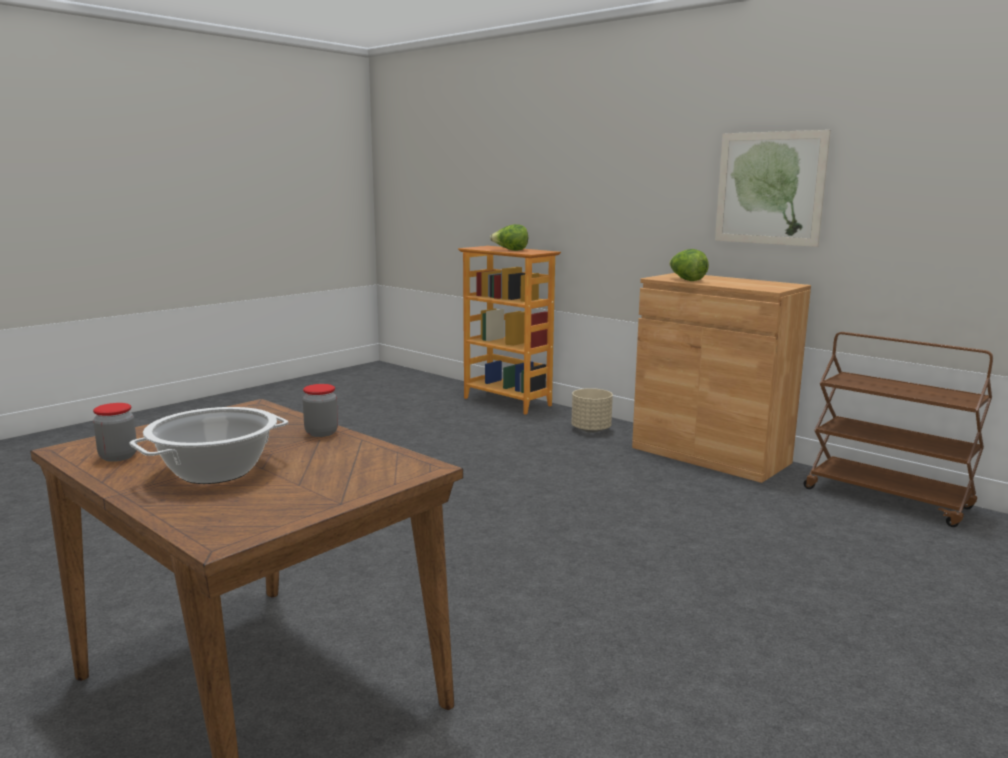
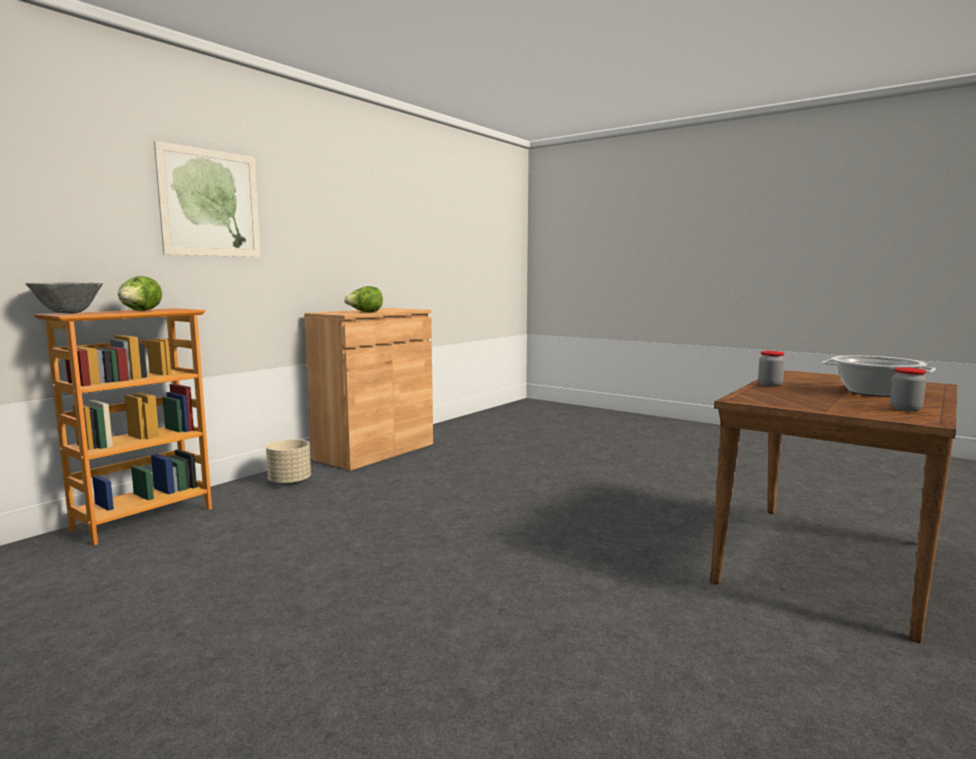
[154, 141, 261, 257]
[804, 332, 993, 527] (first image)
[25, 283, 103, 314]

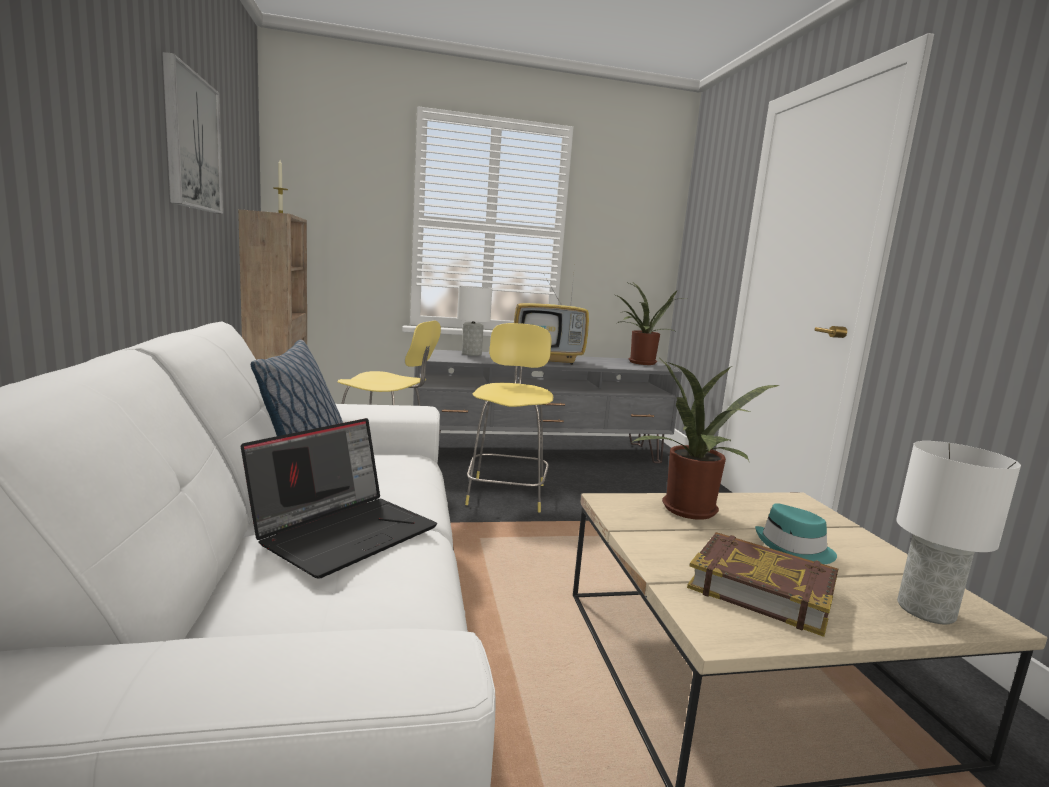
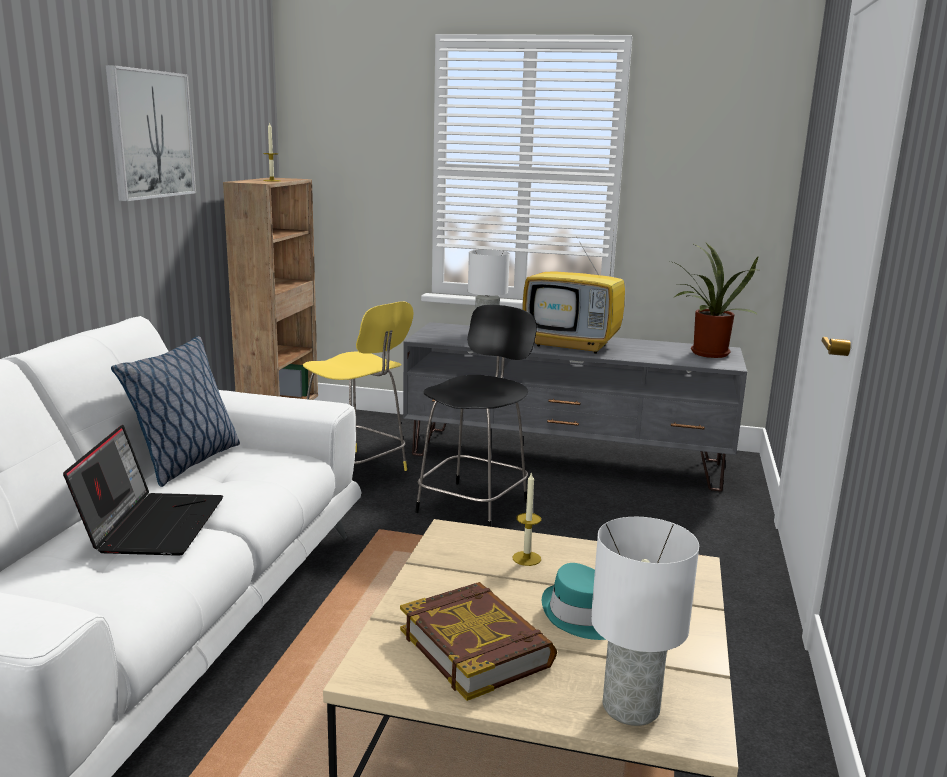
[415, 305, 537, 527]
[513, 472, 541, 566]
[63, 425, 223, 556]

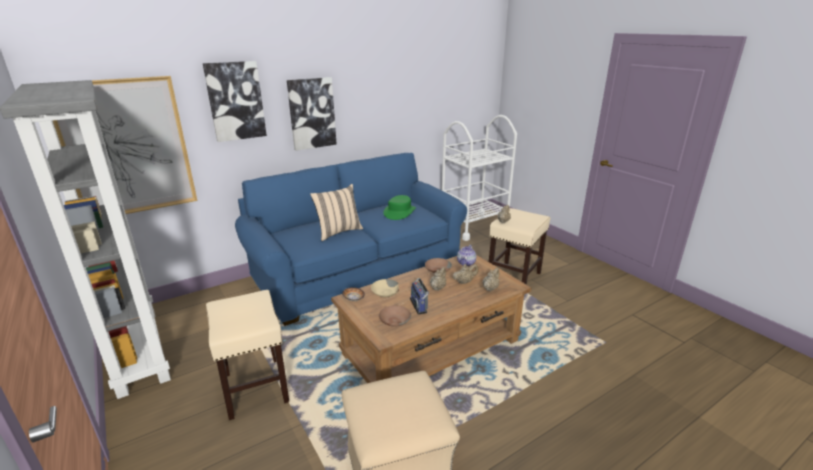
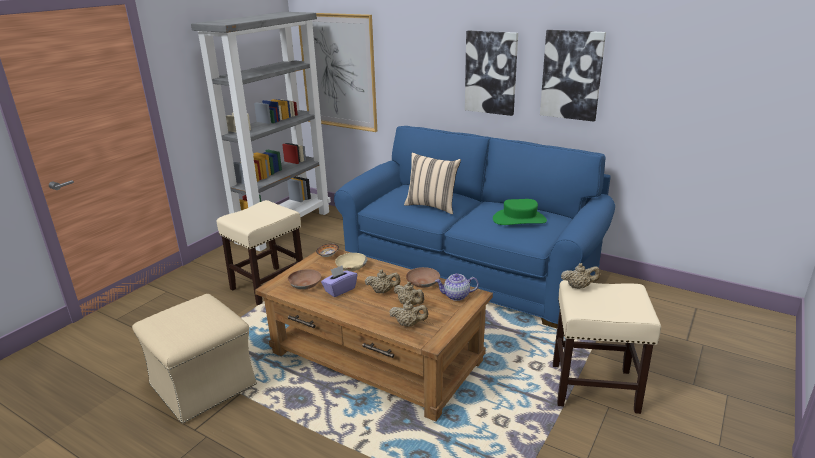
[540, 30, 606, 122]
[442, 115, 517, 241] (first image)
[321, 266, 357, 297]

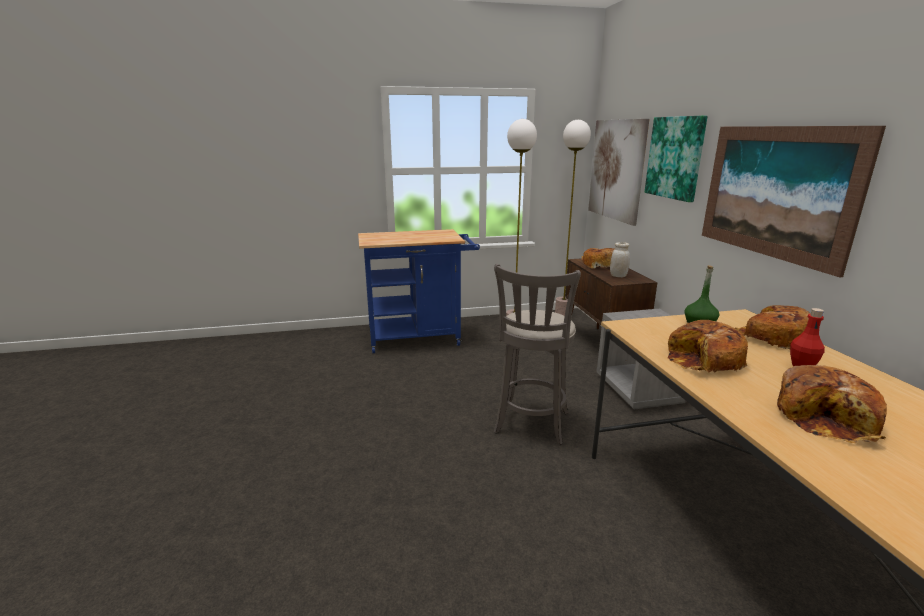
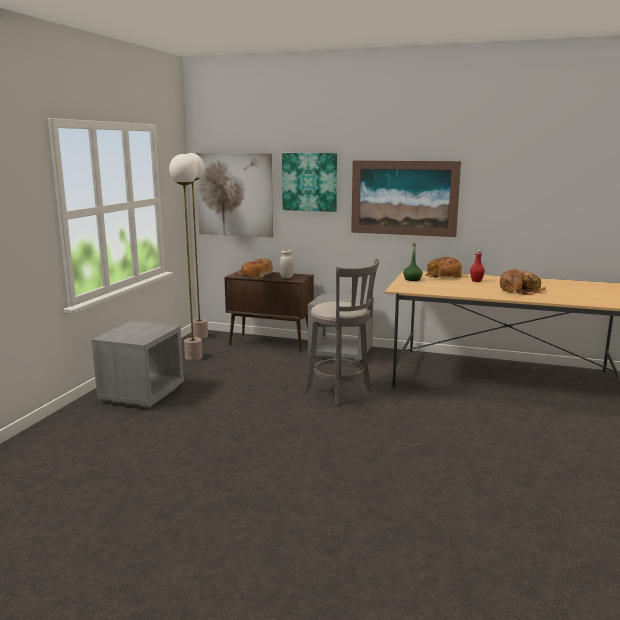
[92, 321, 184, 408]
[668, 320, 748, 372] (first image)

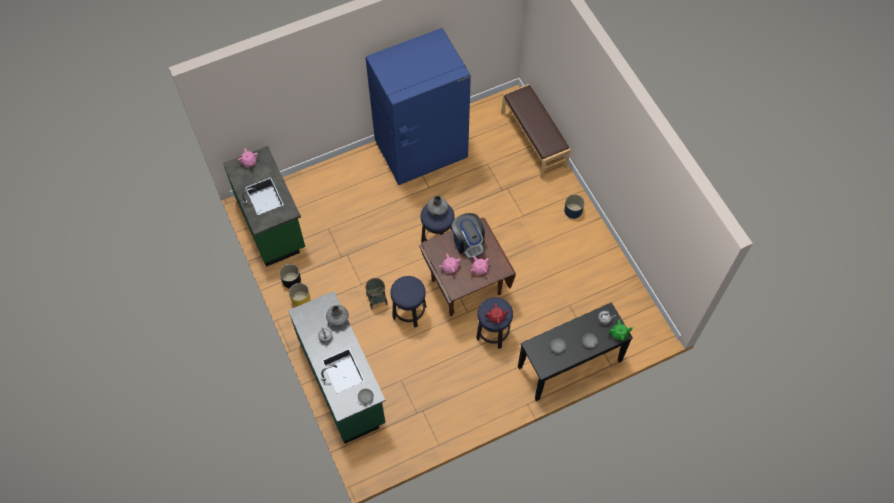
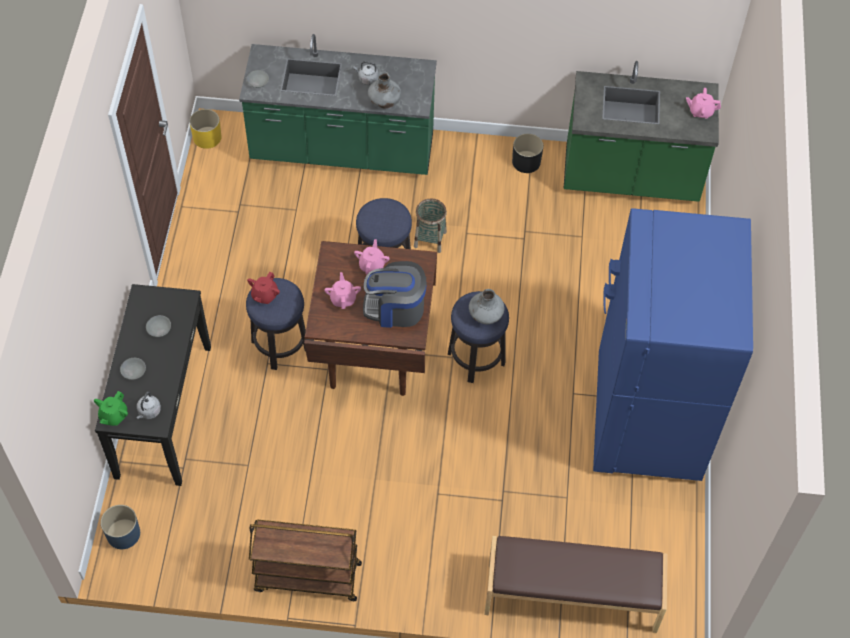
[101, 505, 140, 549]
[189, 109, 222, 149]
[249, 519, 362, 601]

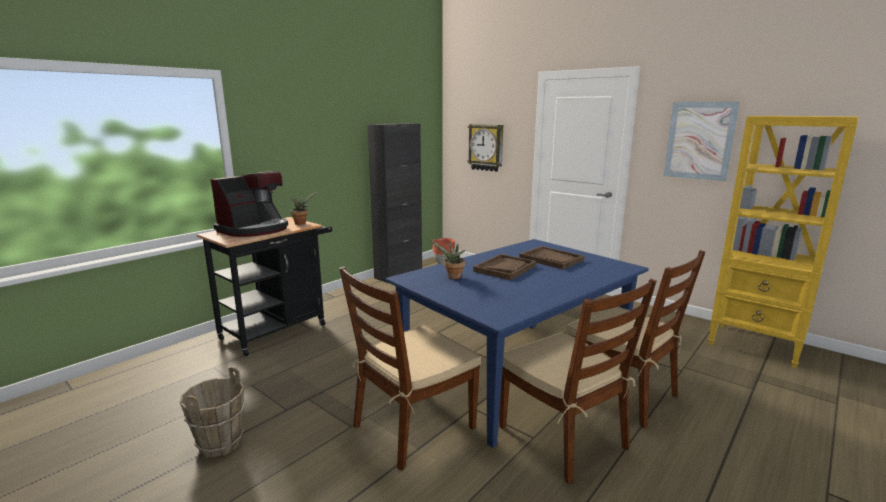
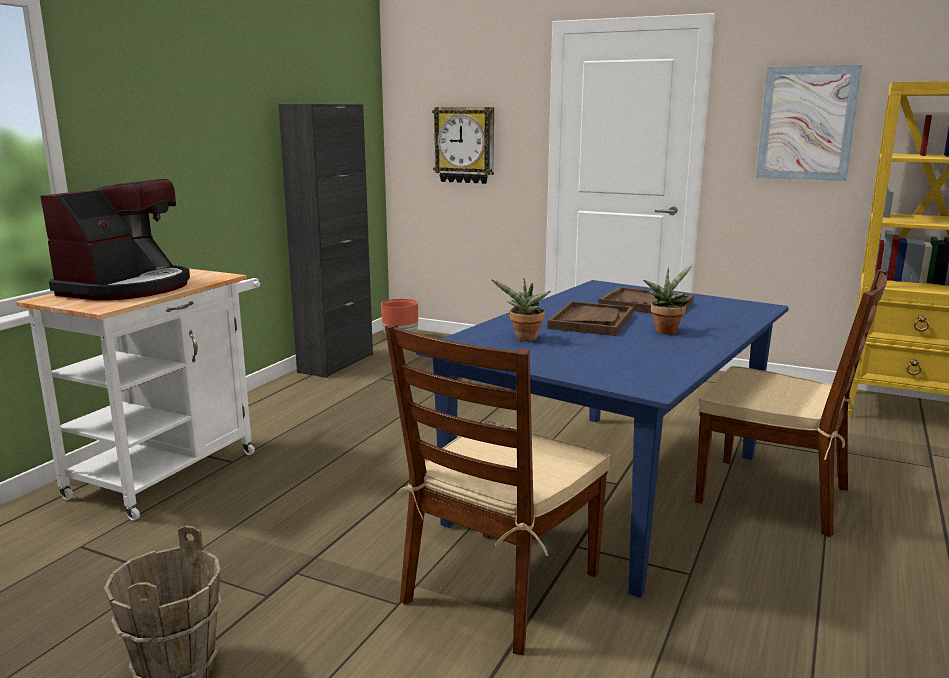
[643, 265, 692, 334]
[16, 268, 260, 521]
[499, 279, 657, 484] (first image)

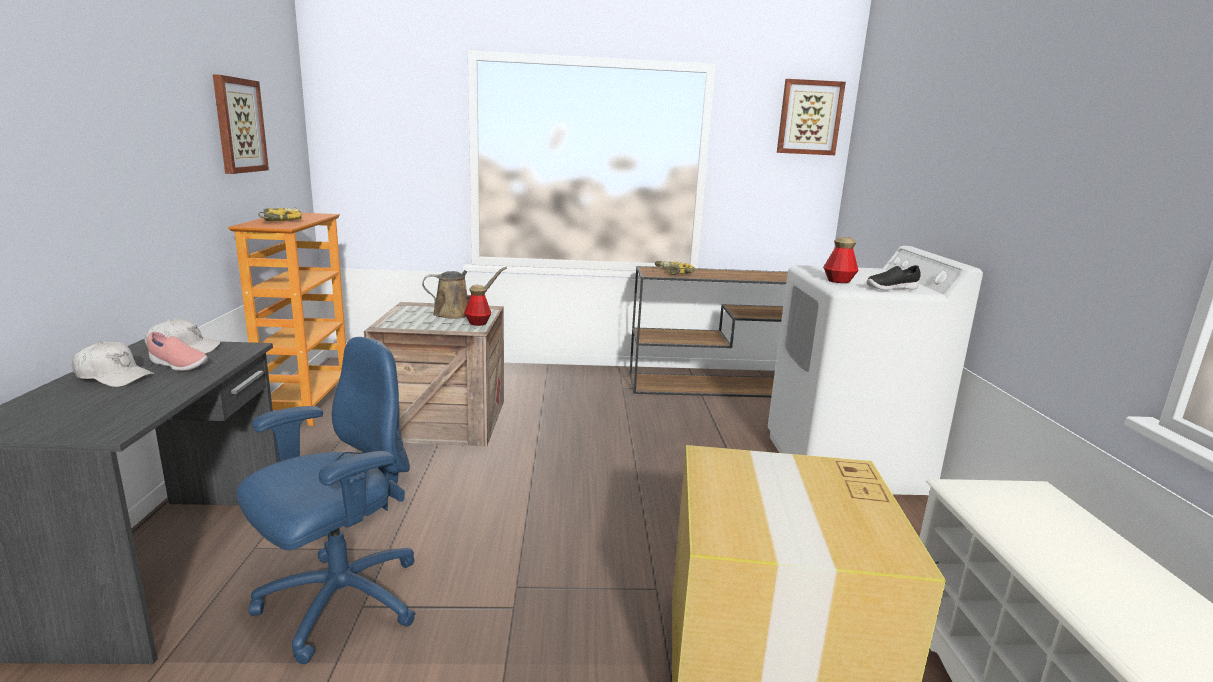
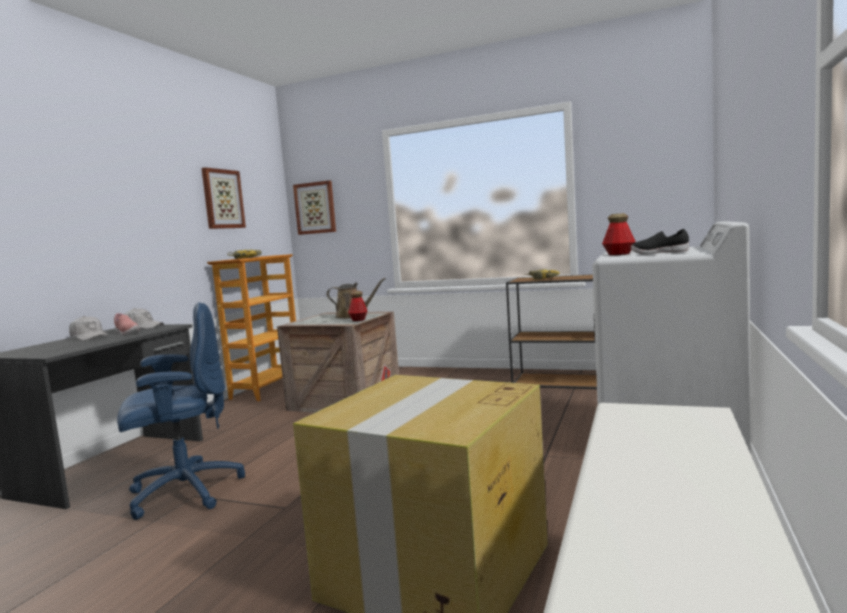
[293, 180, 336, 235]

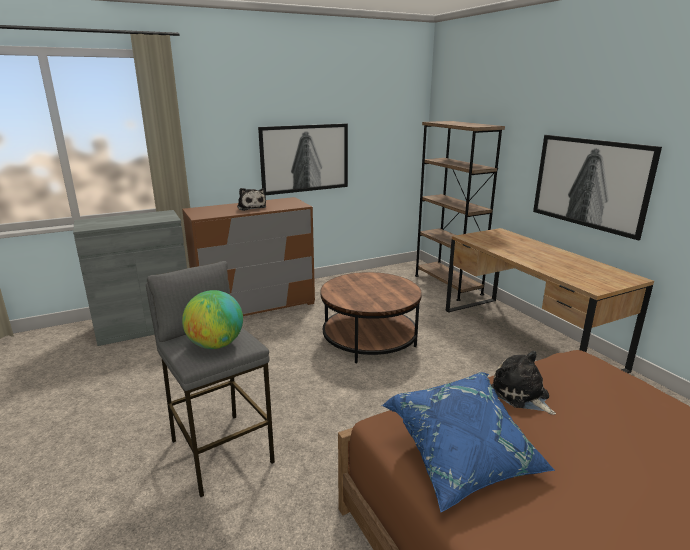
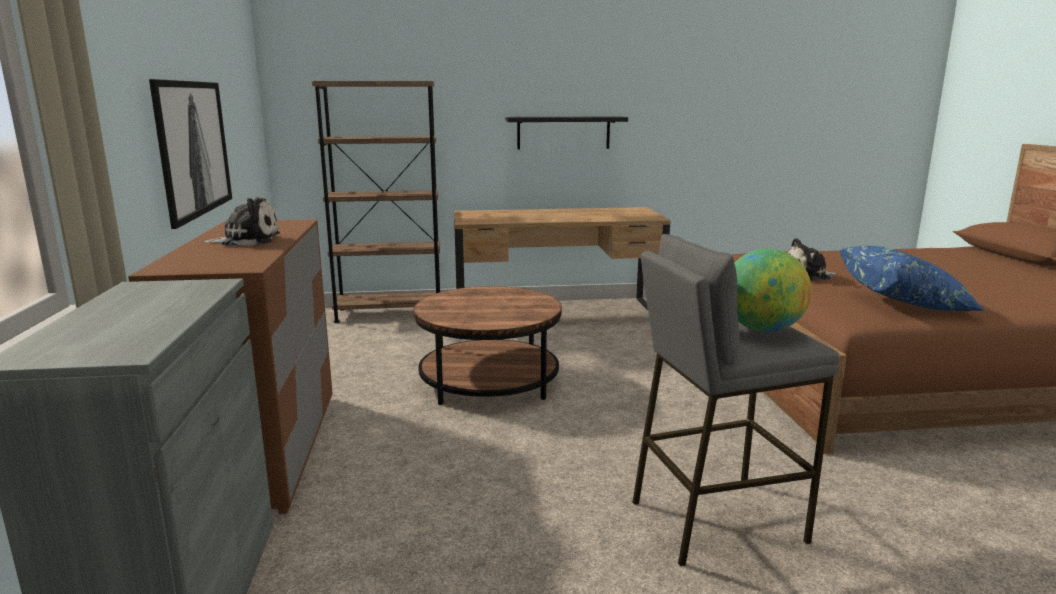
[505, 116, 628, 149]

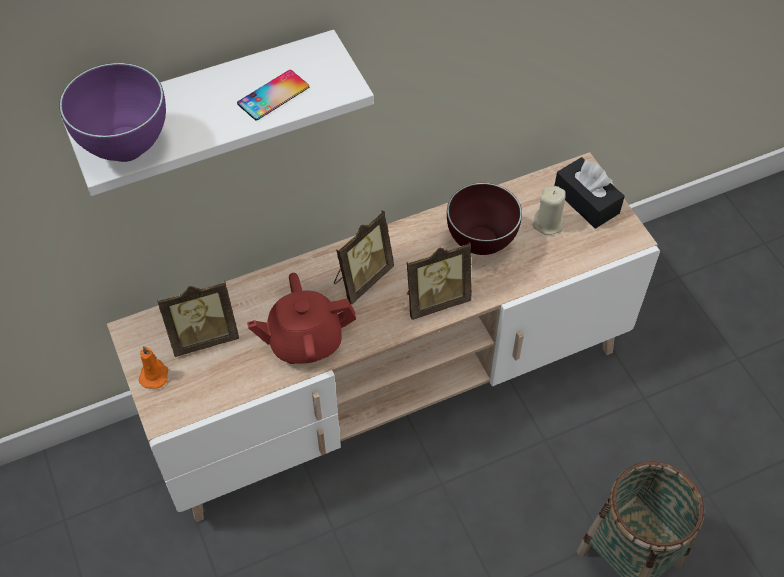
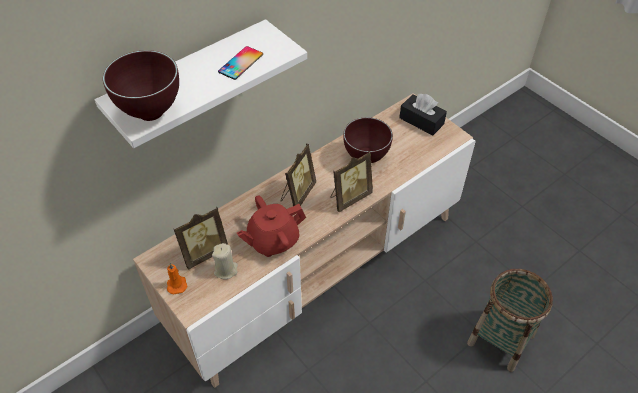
[103, 50, 179, 121]
[212, 243, 238, 279]

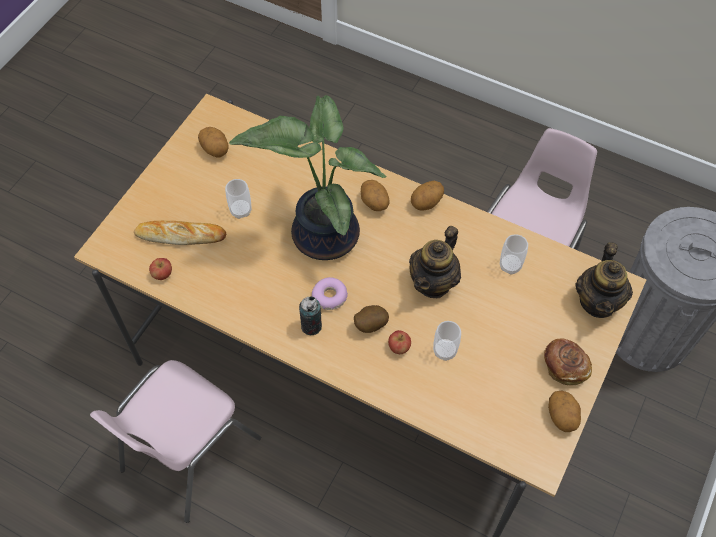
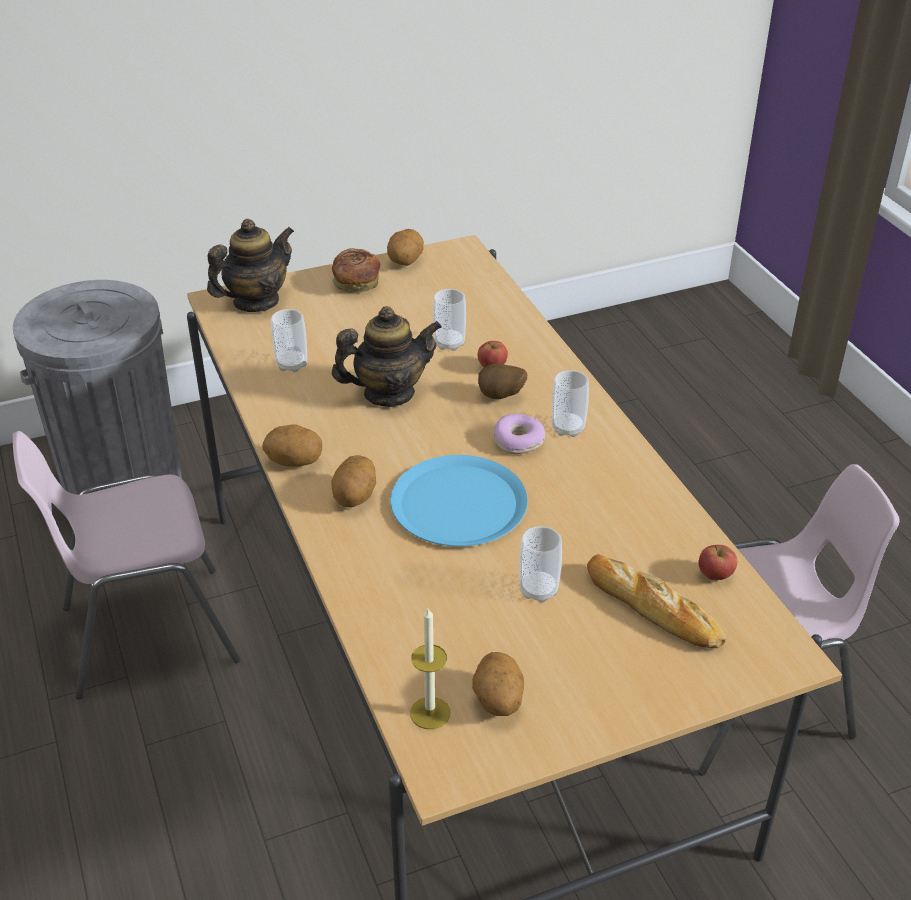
[390, 455, 528, 547]
[552, 370, 589, 437]
[410, 608, 450, 729]

